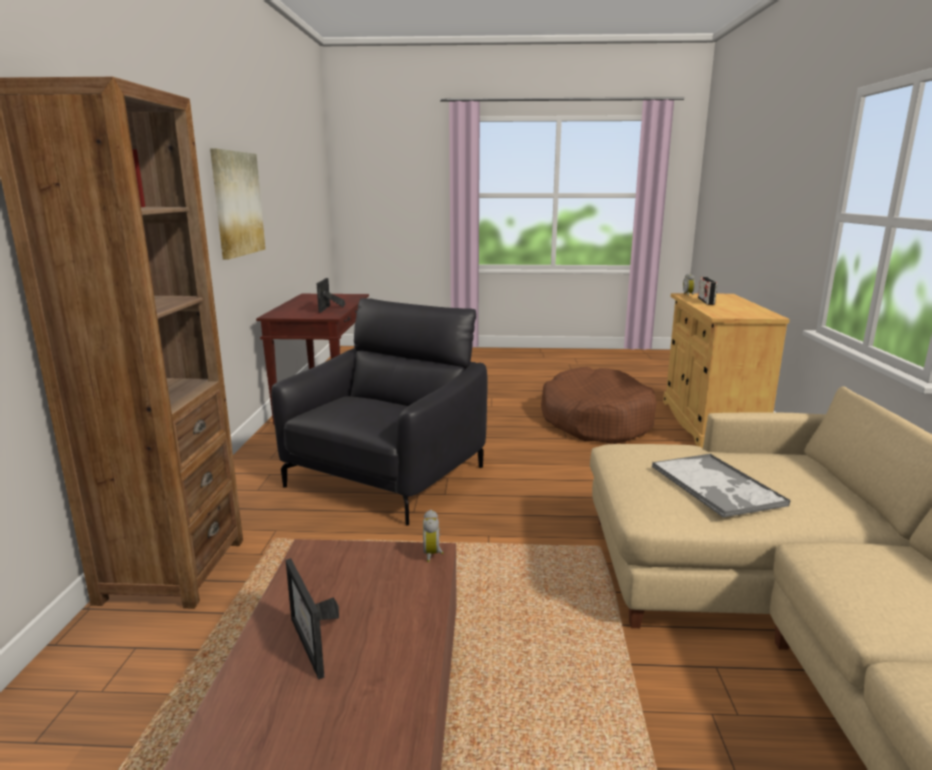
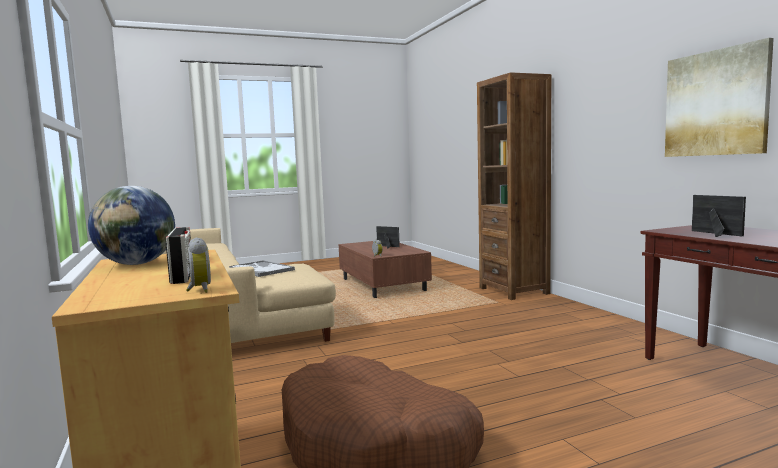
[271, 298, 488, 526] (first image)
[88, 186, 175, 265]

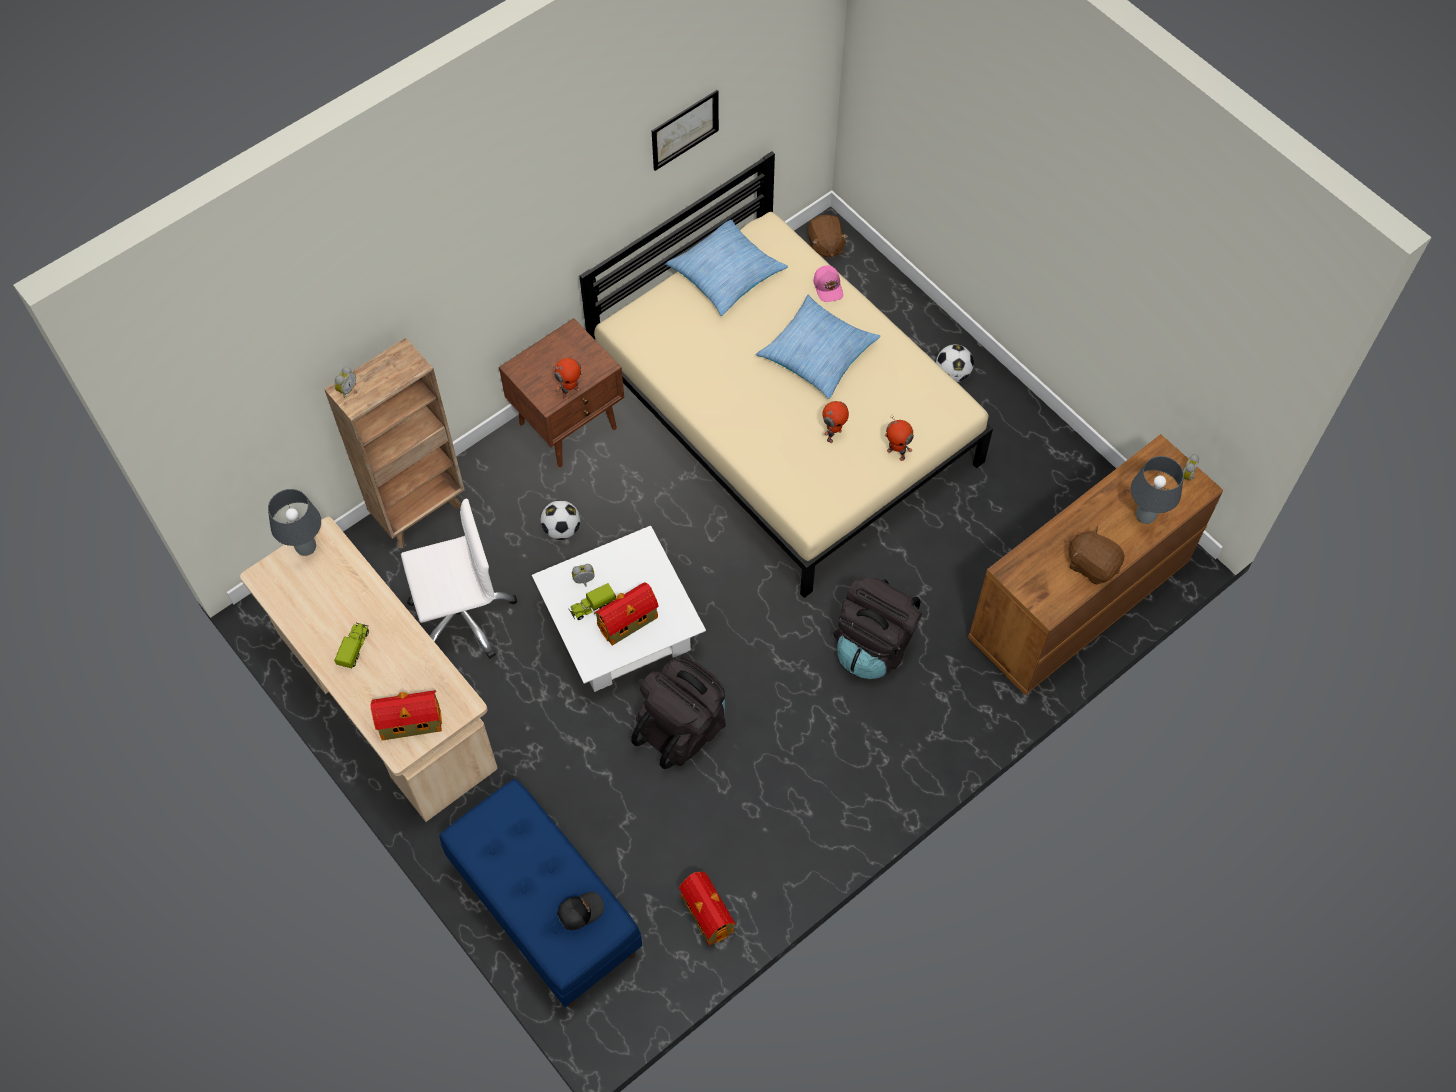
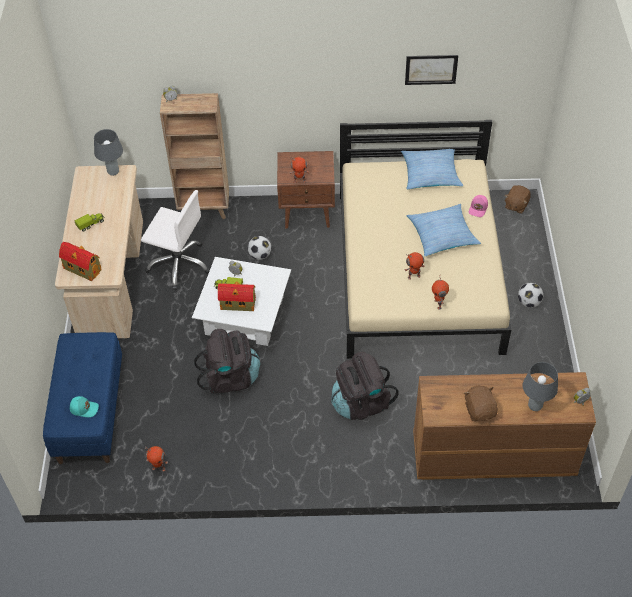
[145, 446, 168, 472]
[70, 396, 99, 417]

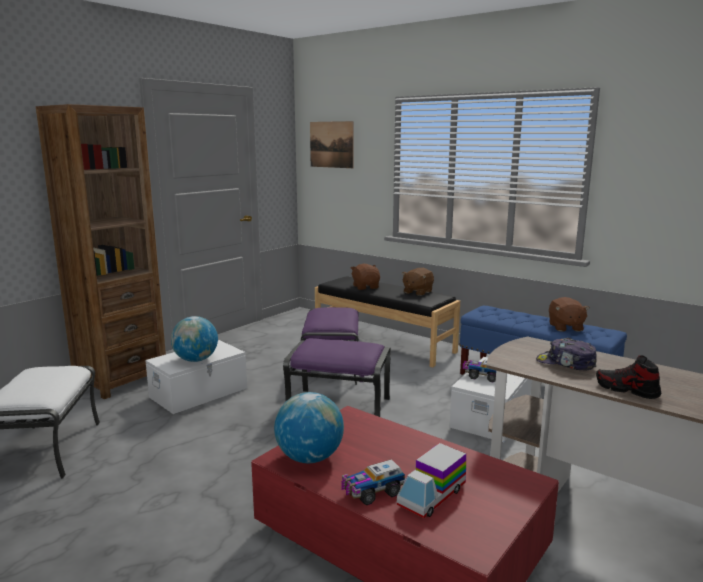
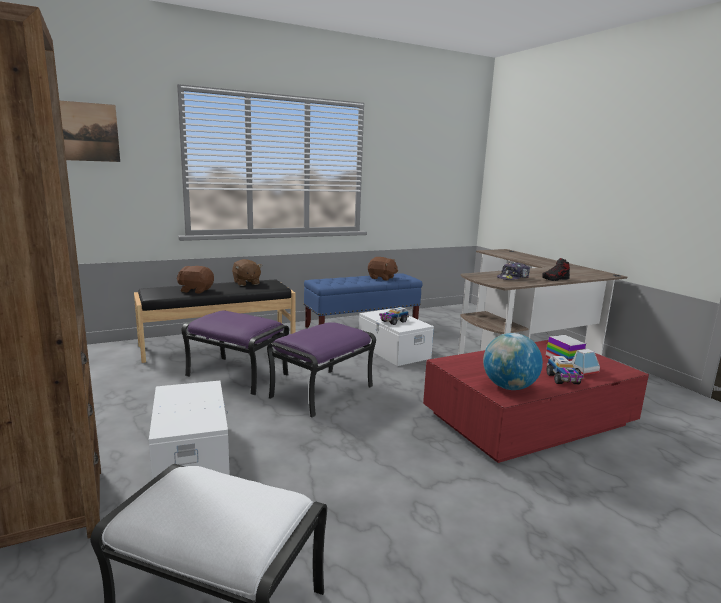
[171, 316, 218, 362] (first image)

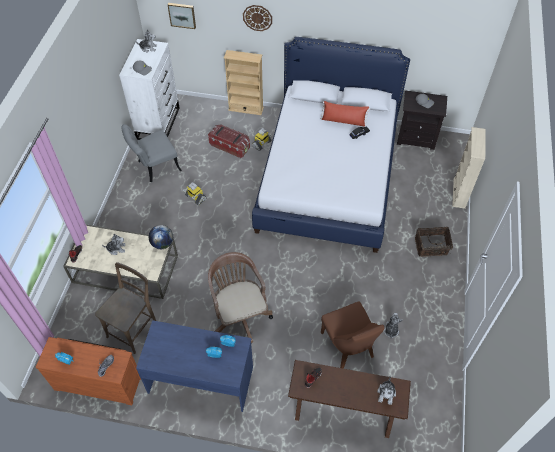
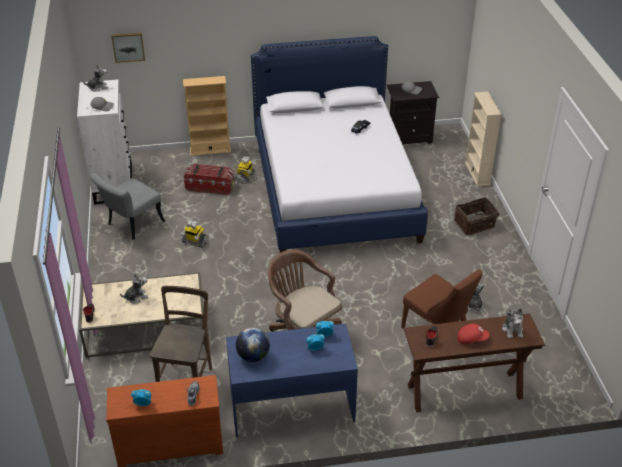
[243, 5, 272, 31] (first image)
[320, 101, 370, 127] (first image)
[236, 328, 270, 362]
[457, 324, 489, 344]

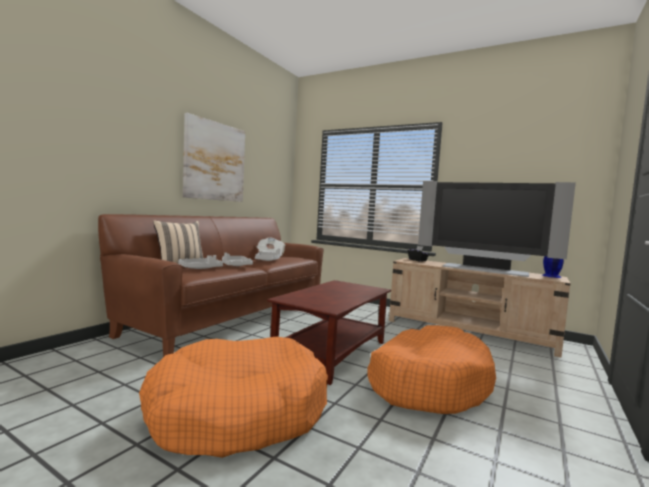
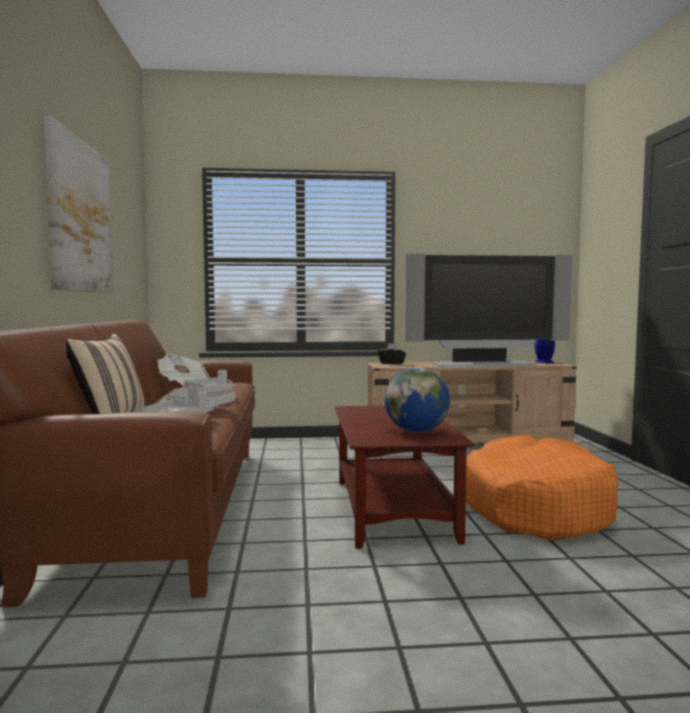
[139, 336, 328, 458] (first image)
[384, 367, 450, 433]

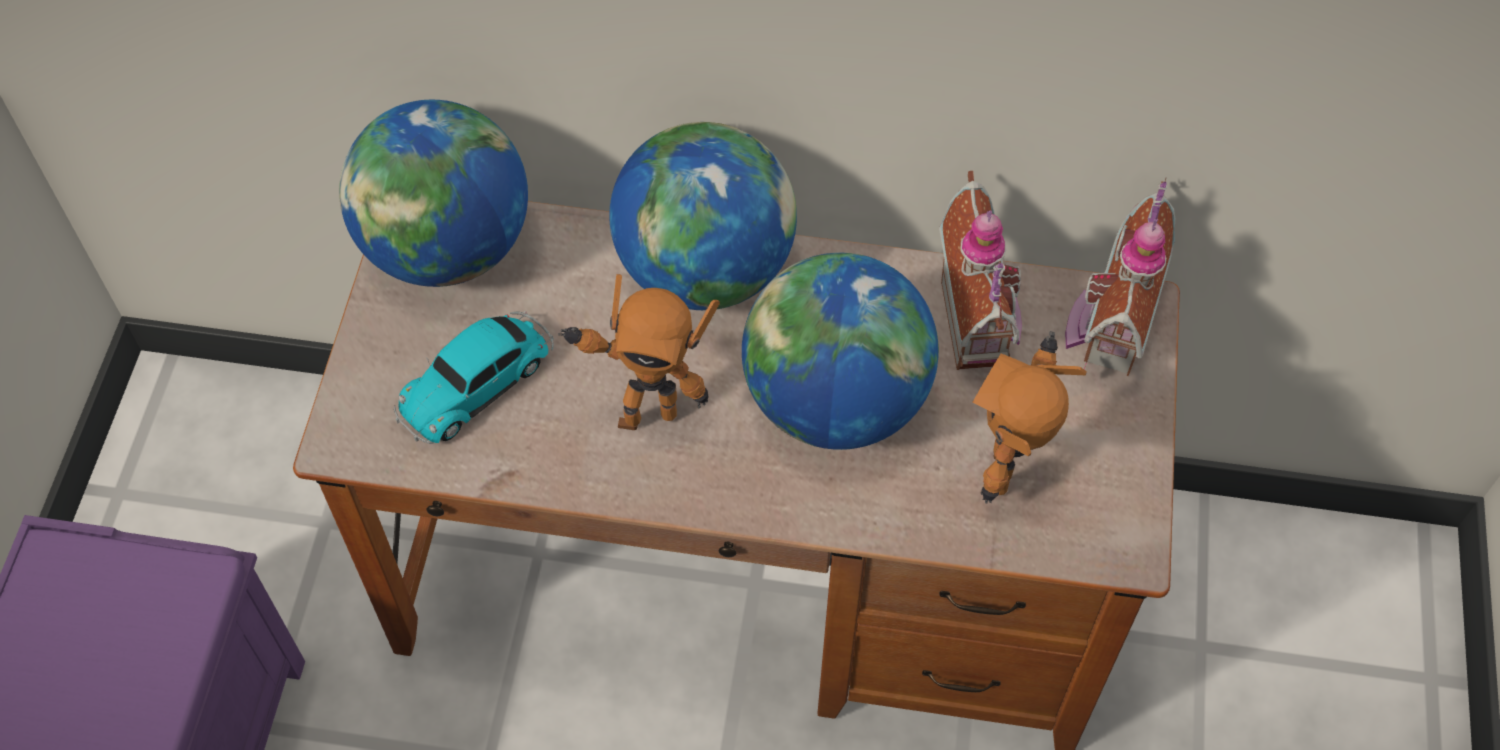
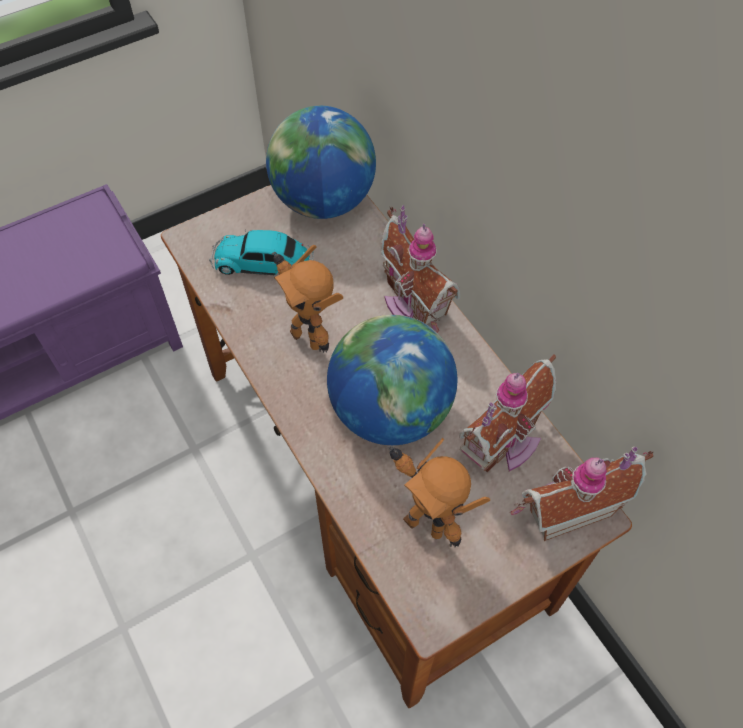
[381, 205, 460, 333]
[387, 438, 490, 547]

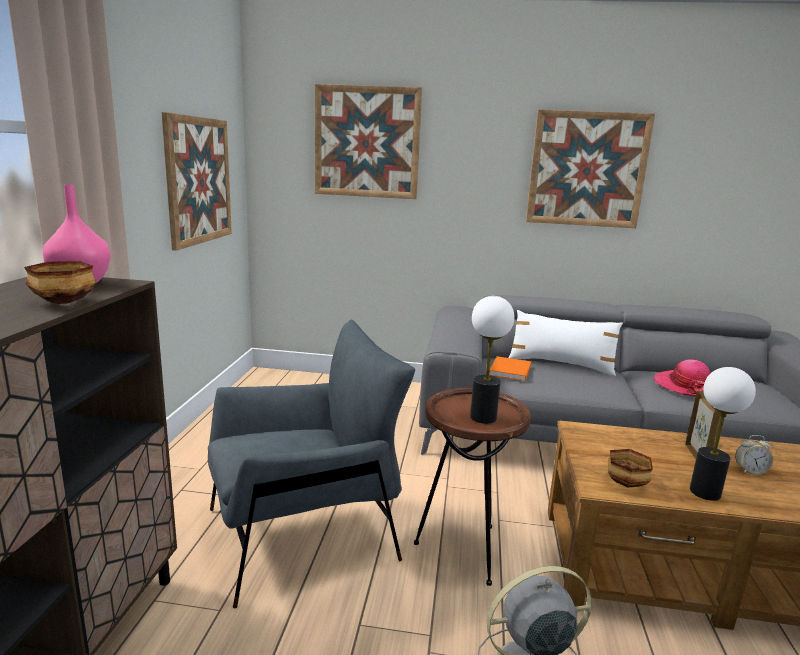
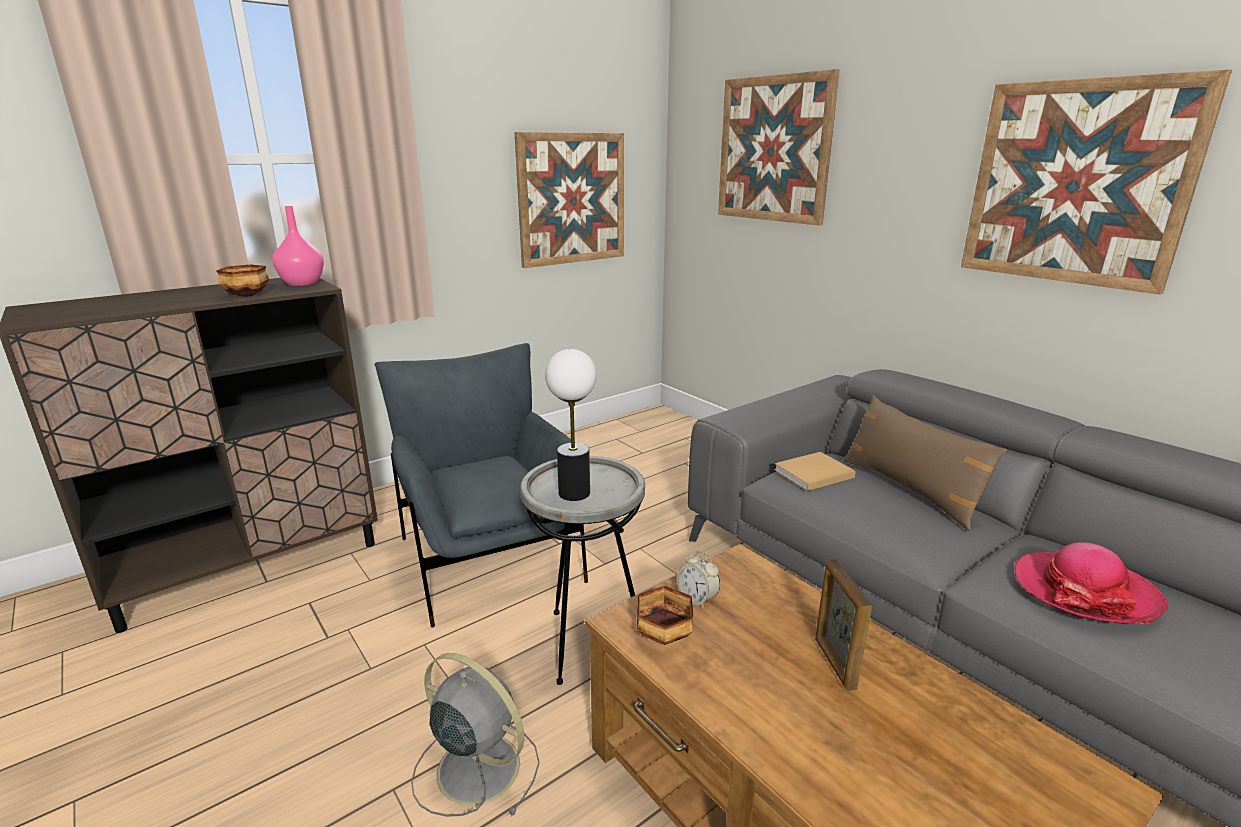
[843, 395, 1007, 531]
[375, 343, 588, 627]
[774, 452, 856, 491]
[690, 367, 756, 501] (first image)
[520, 456, 645, 685]
[815, 559, 872, 691]
[677, 551, 720, 609]

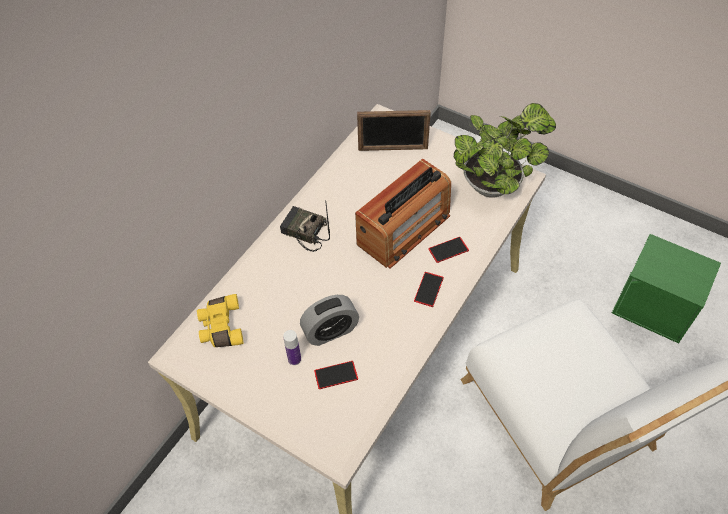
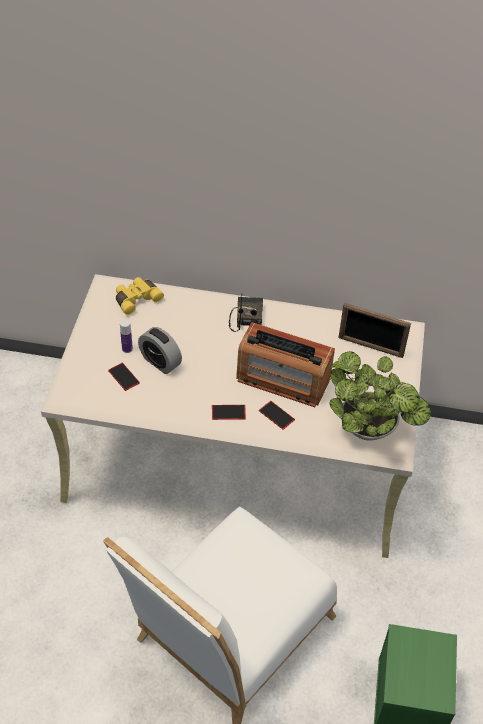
[339, 303, 411, 358]

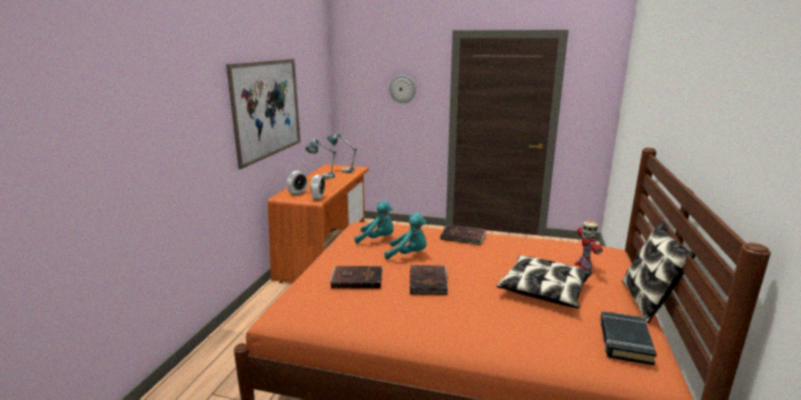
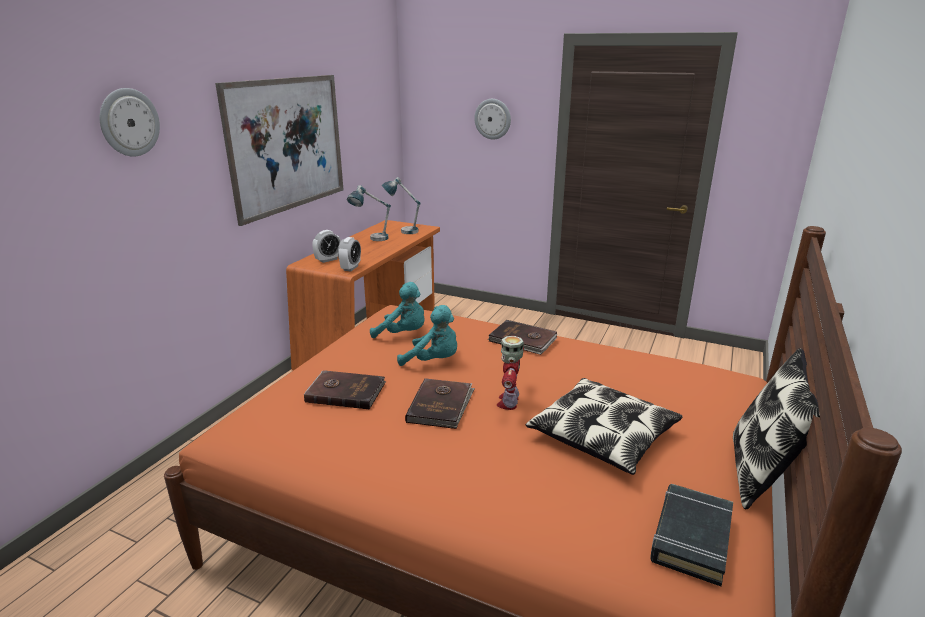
[497, 336, 524, 410]
[100, 88, 160, 157]

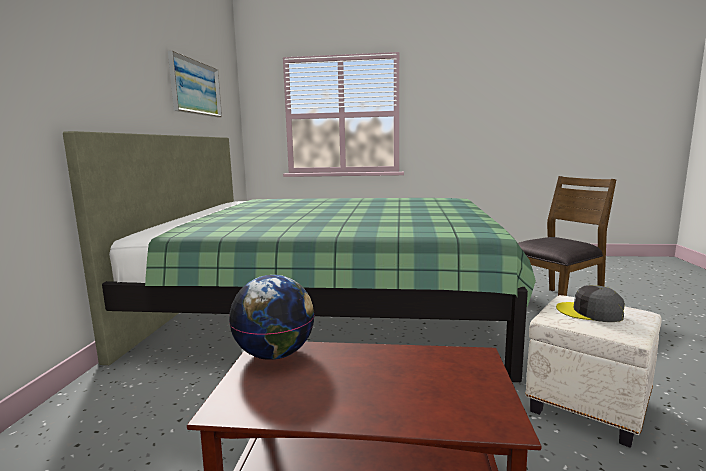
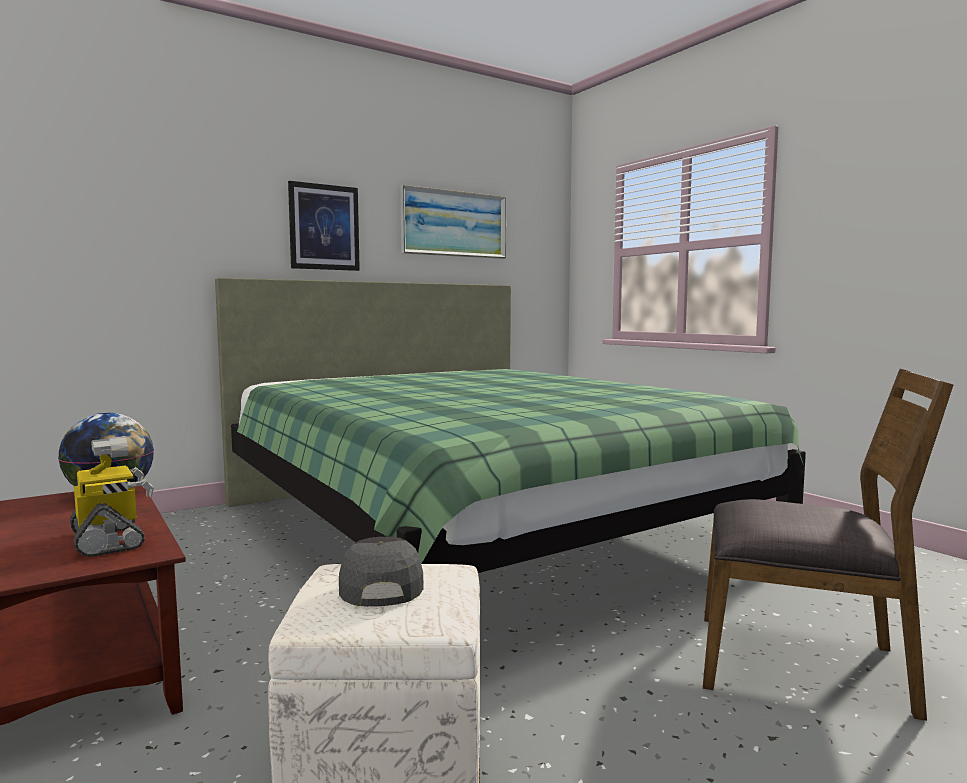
[288, 181, 360, 271]
[70, 436, 154, 557]

